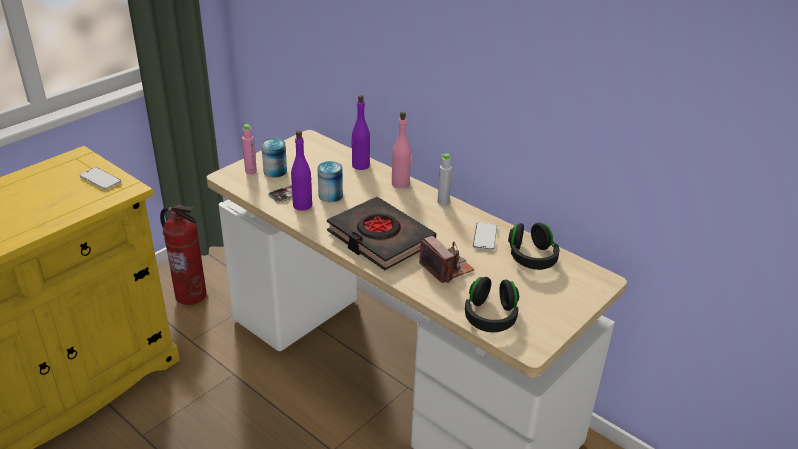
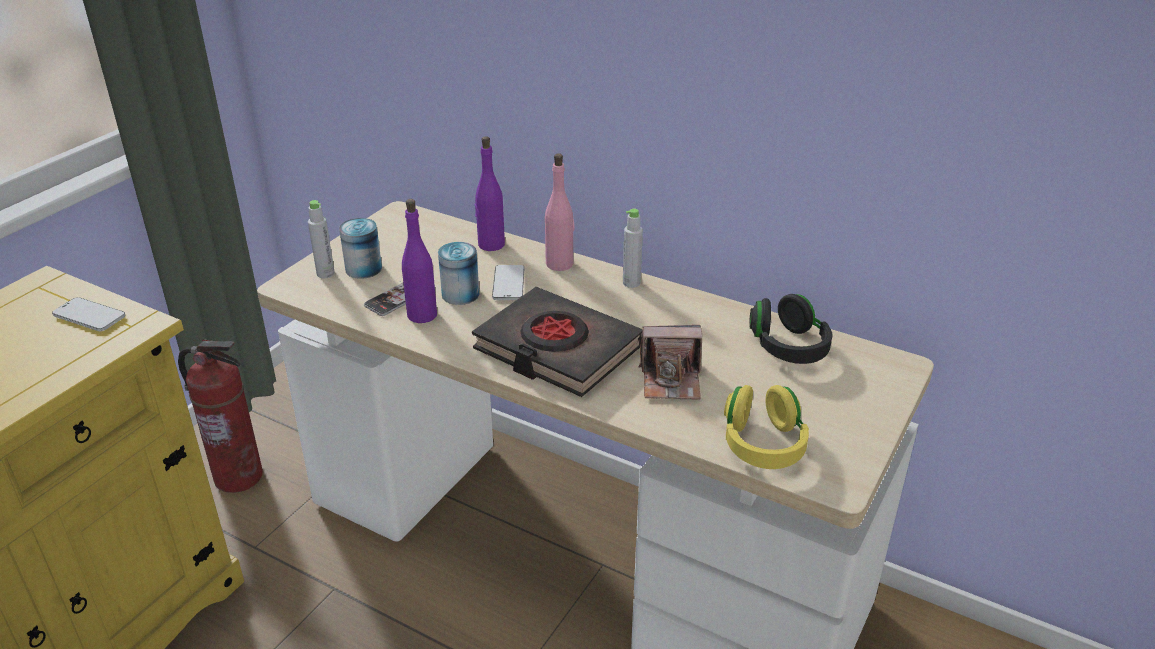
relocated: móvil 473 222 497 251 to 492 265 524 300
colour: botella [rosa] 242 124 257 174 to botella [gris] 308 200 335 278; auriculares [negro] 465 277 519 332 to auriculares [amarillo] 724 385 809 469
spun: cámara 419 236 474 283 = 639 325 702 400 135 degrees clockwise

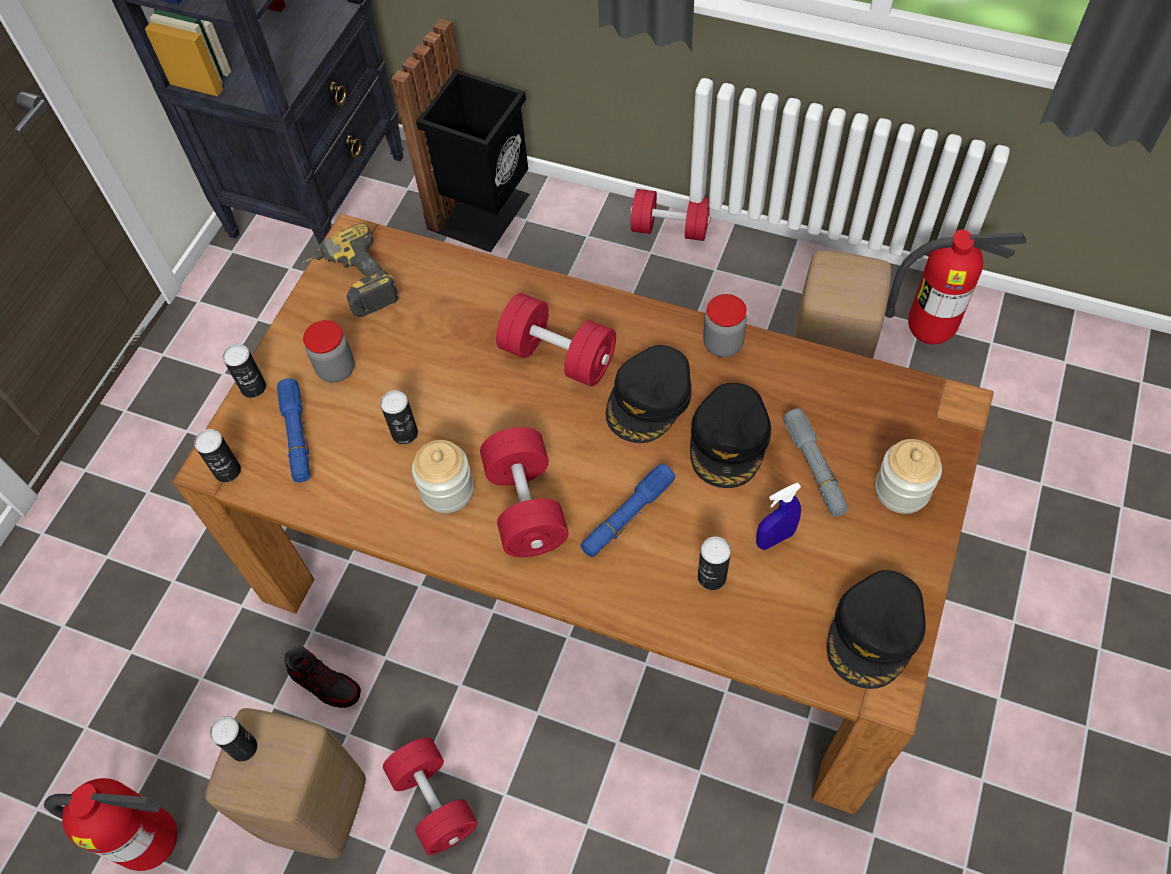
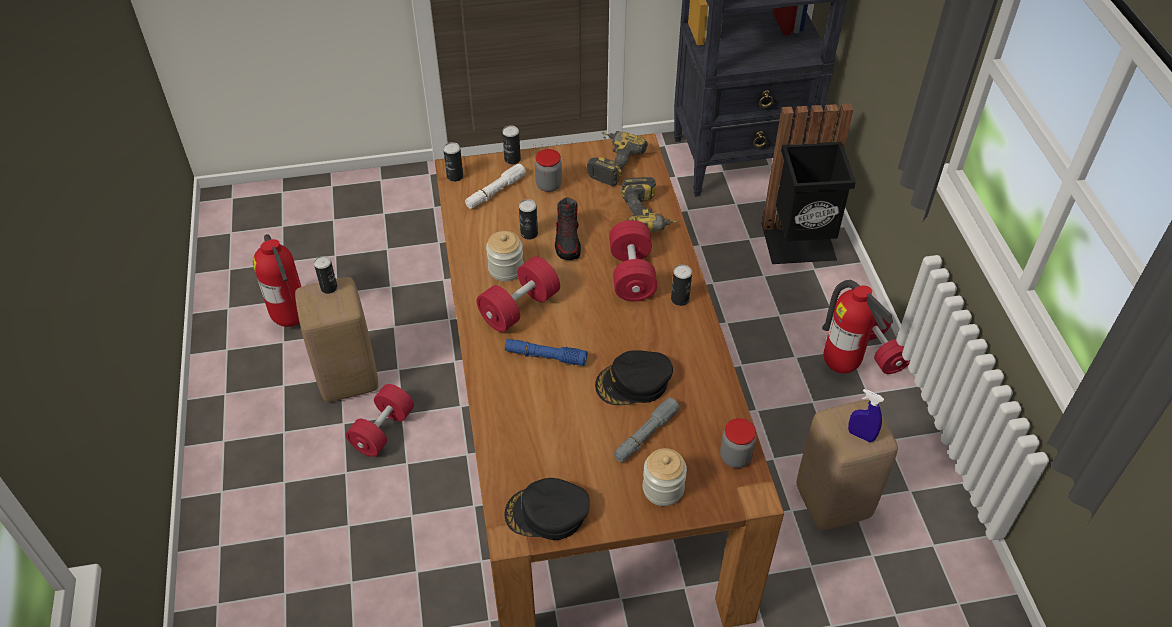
missing: gorra [negro] 606 345 692 443
appeared: taladro 621 177 680 232
relocated: zapato 285 646 361 708 to 555 197 581 260; lata 698 537 731 590 to 671 265 692 306; tarro 703 294 747 357 to 720 418 756 468; pulverizador [azul] 756 483 801 550 to 848 389 884 442; extintor 885 230 1026 344 to 822 280 893 373
colour: linterna [azul] 277 378 310 482 to linterna [blanco] 465 164 526 209

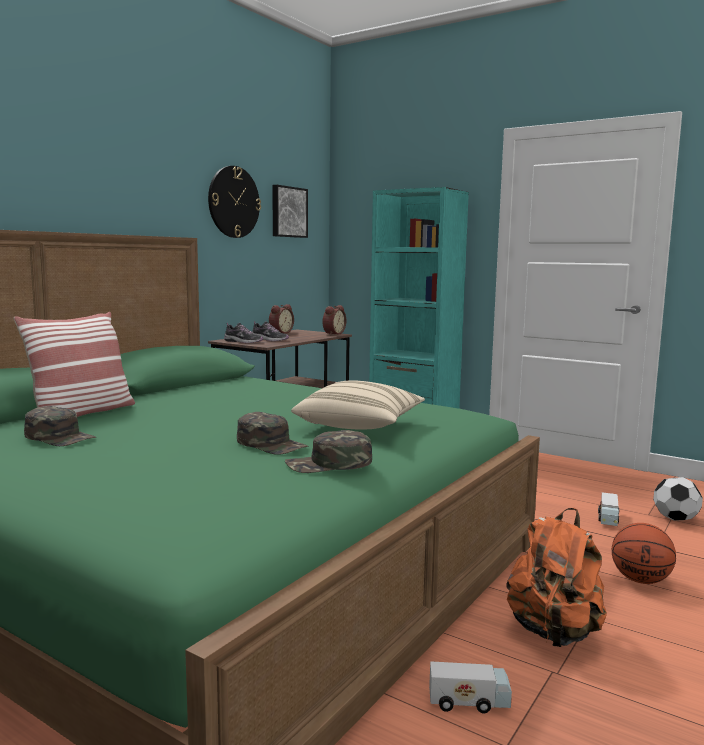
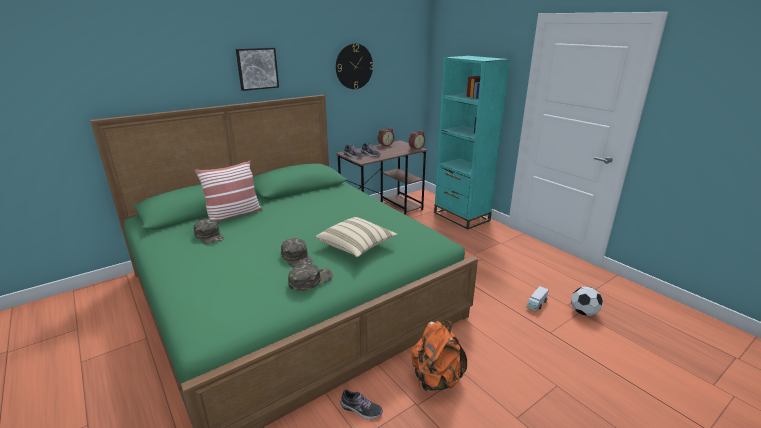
missing: balón de baloncesto 612 523 676 584
relocated: cuadro 272 185 308 238 to 236 48 279 91
exchanged: camión de juguete 429 661 512 713 to zapato 340 388 383 419
spun: gorra [verde] 285 430 372 473 = 288 264 333 291 135 degrees clockwise

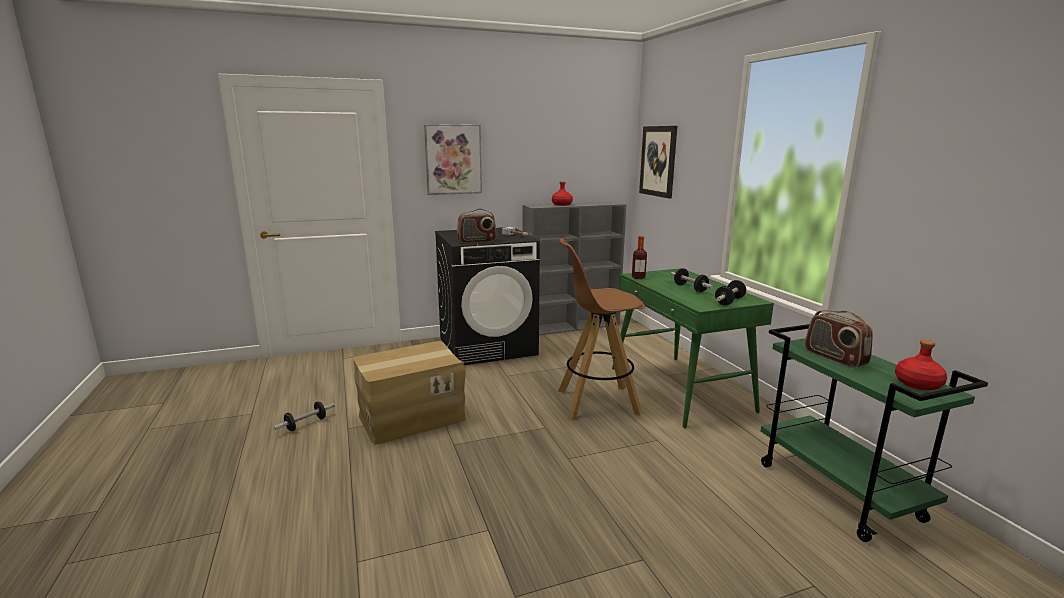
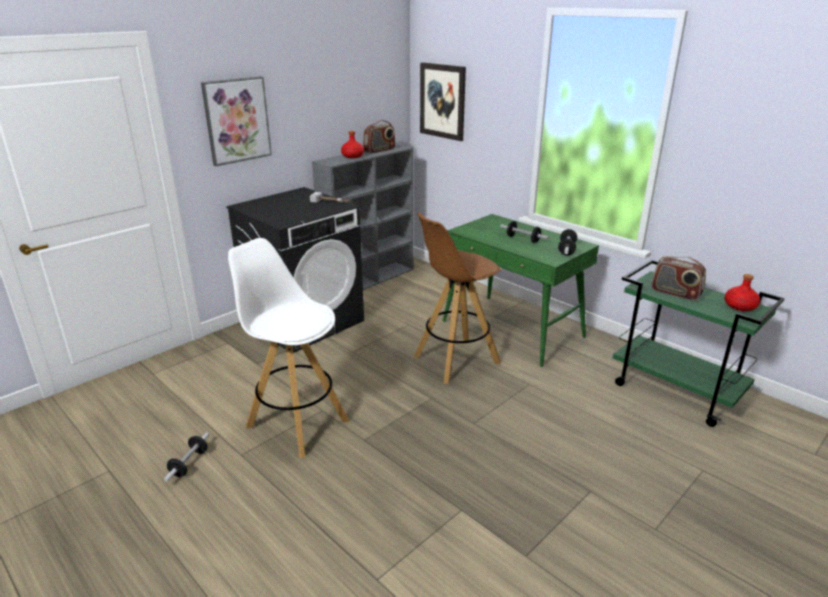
missing: botella 632 236 647 279
relocated: radio 457 209 496 243 to 363 120 396 153
exchanged: caja de cartón 353 341 466 445 to taburete [blanco] 228 238 349 458

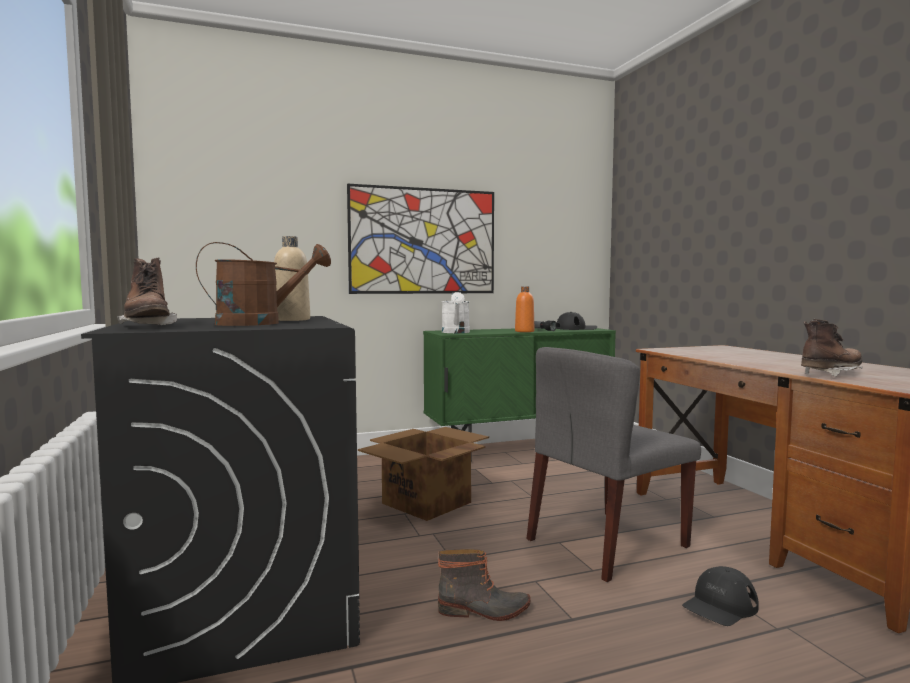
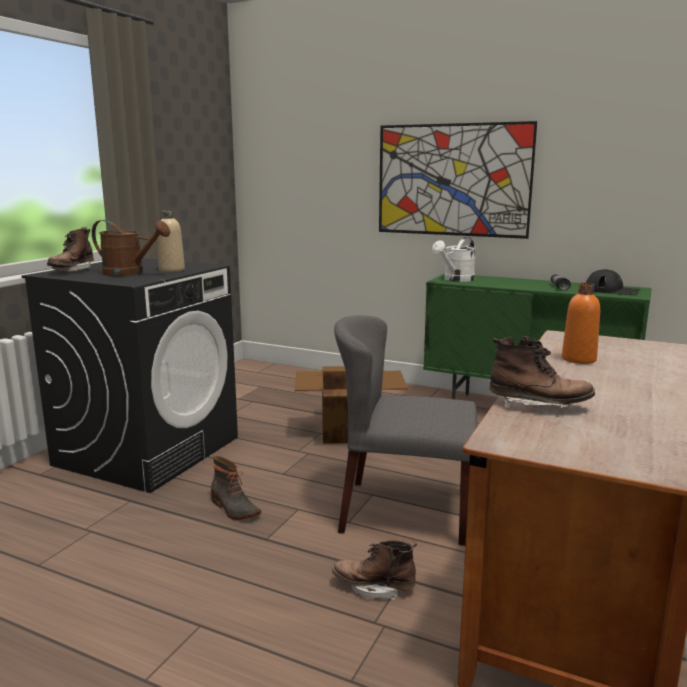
relocated: botella [naranja] 515 286 534 332 to 562 283 600 364
exchanged: gorra [negro] 682 566 759 626 to bota [marrón] 332 540 417 600

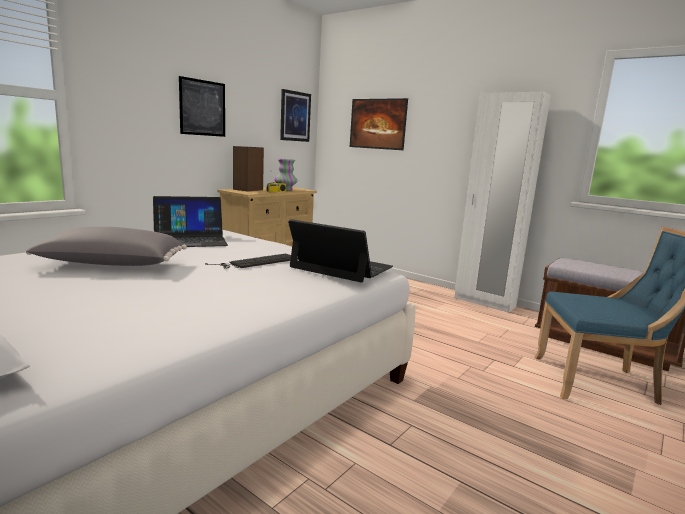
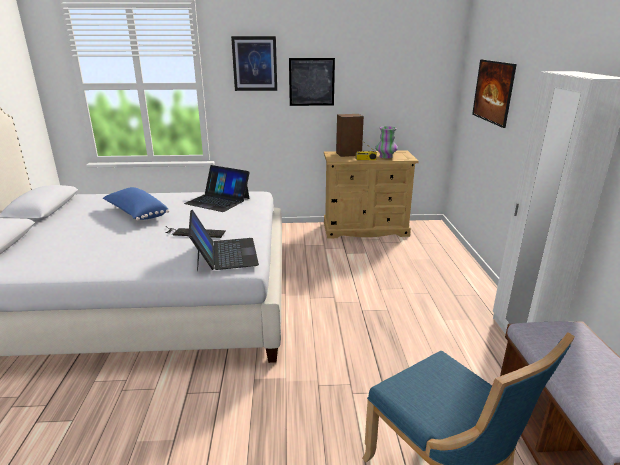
relocated: cuadro 280 89 311 142 to 231 36 277 91
colour: cojín [gris] 26 227 187 266 to cojín [azul] 103 187 169 221

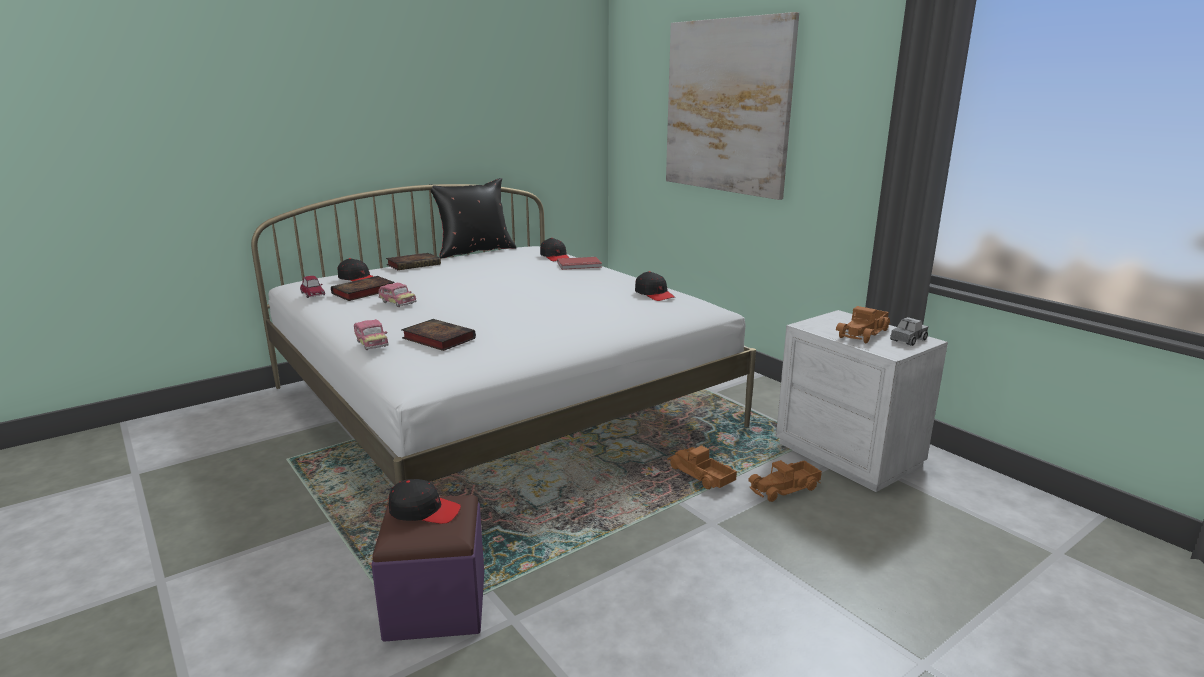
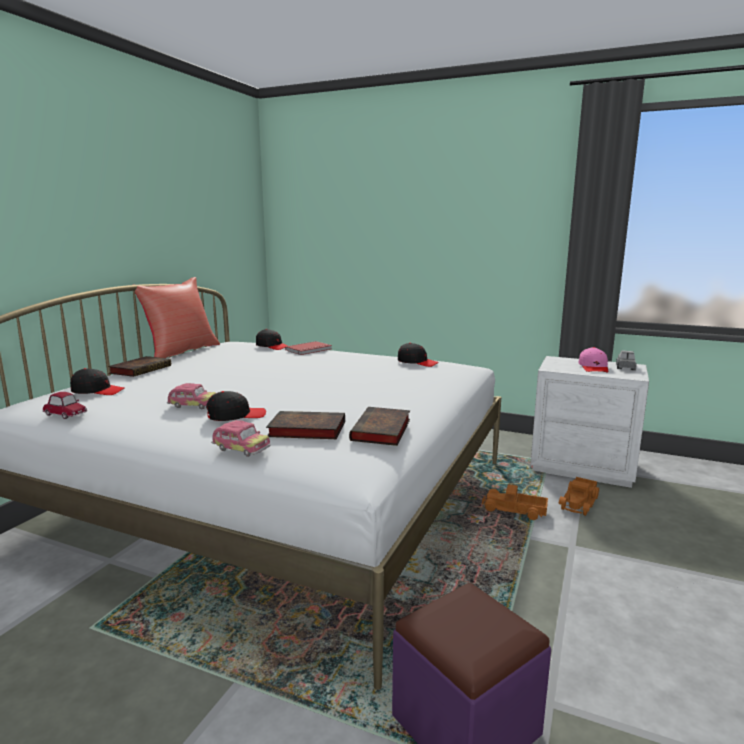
missing: cuadro 666 12 799 200
relocated: libro 331 276 395 301 to 349 407 410 446; gorra [negro] 389 479 461 524 to 206 391 266 421
exchanged: camión de juguete 836 306 890 343 to gorra [rosa] 578 347 608 373
colour: cojín [negro] 429 178 517 259 to cojín [rojo] 135 277 220 358

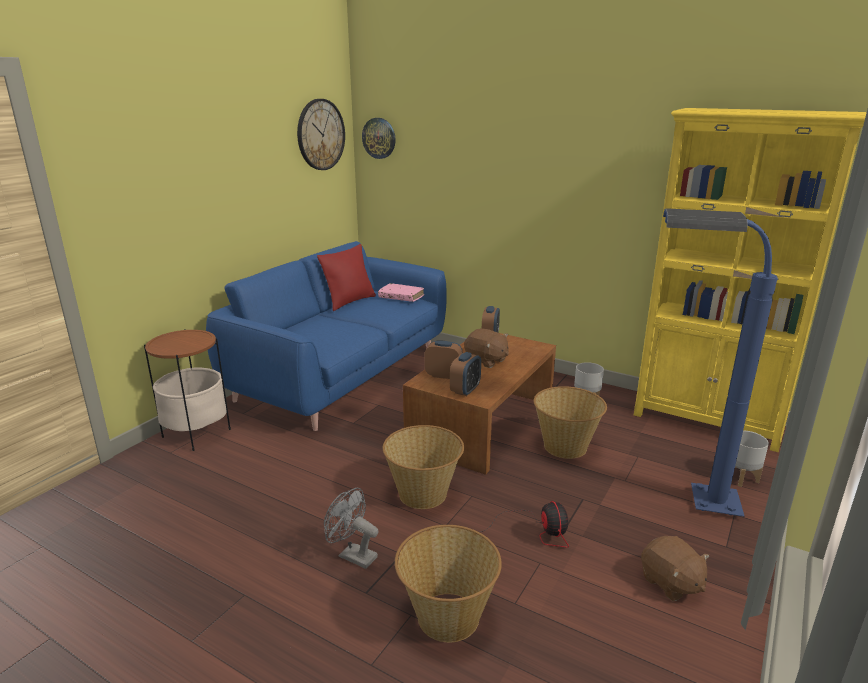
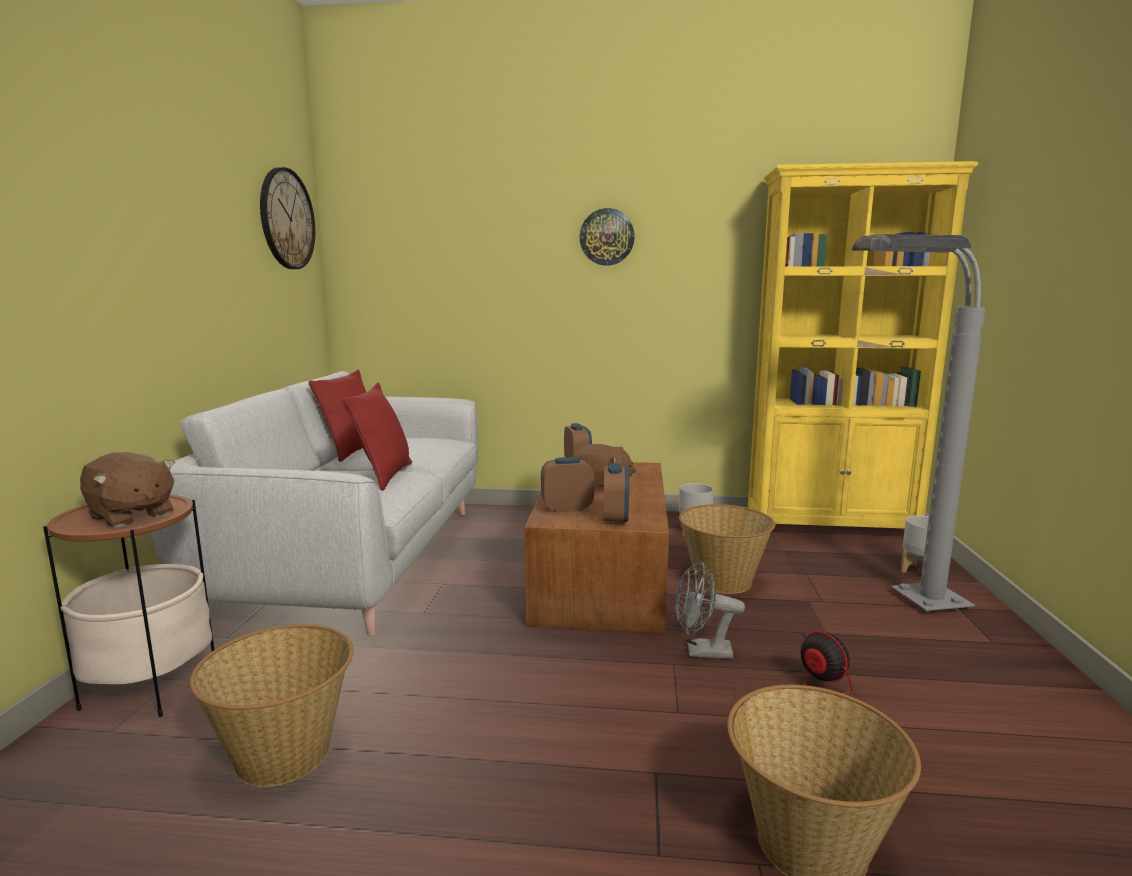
missing: libro [rosa] 378 283 424 302
appeared: cojín [rojo] 343 383 412 491
relocated: ventilador [gris] 324 487 379 569 to 675 560 745 659; reloj de pared 362 118 396 159 to 579 208 635 265; cesta 383 425 464 509 to 190 624 354 787; peluche [marrón] 641 536 709 601 to 80 452 175 527
colour: sofá [azul] 206 241 447 431 to sofá [gris] 151 371 478 636; lámpara de pie [azul] 663 208 778 517 to lámpara de pie [gris] 852 234 986 612

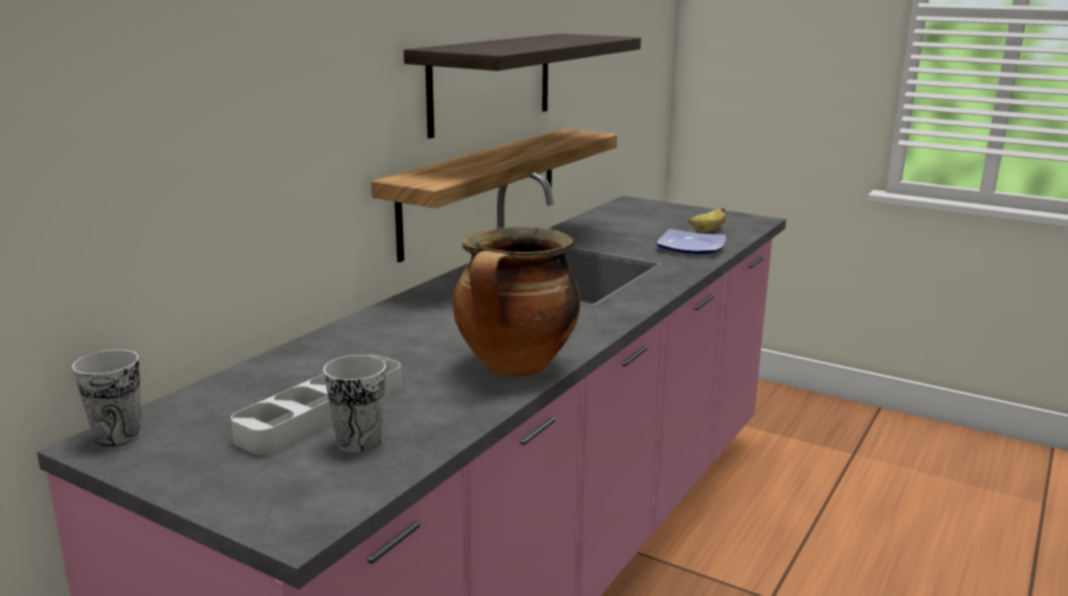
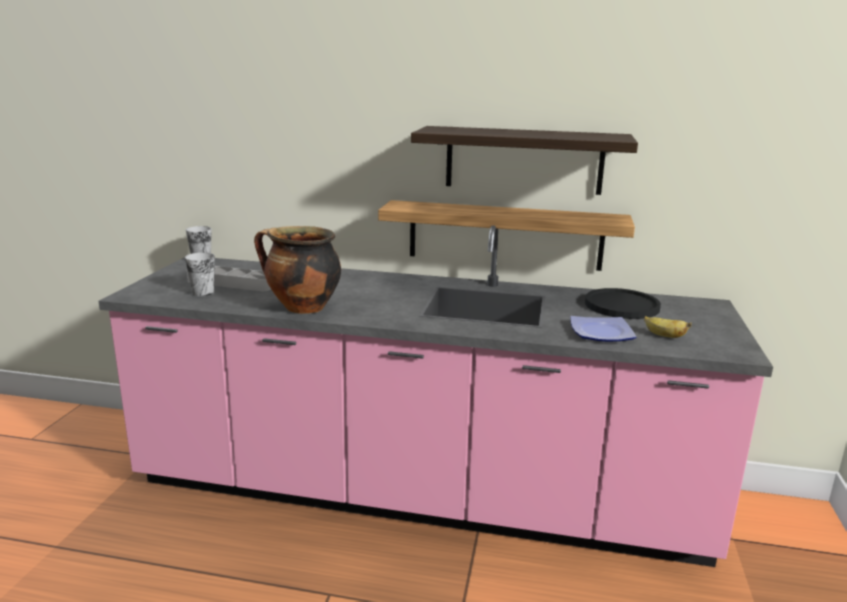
appeared: plato [negro] 585 288 661 319

